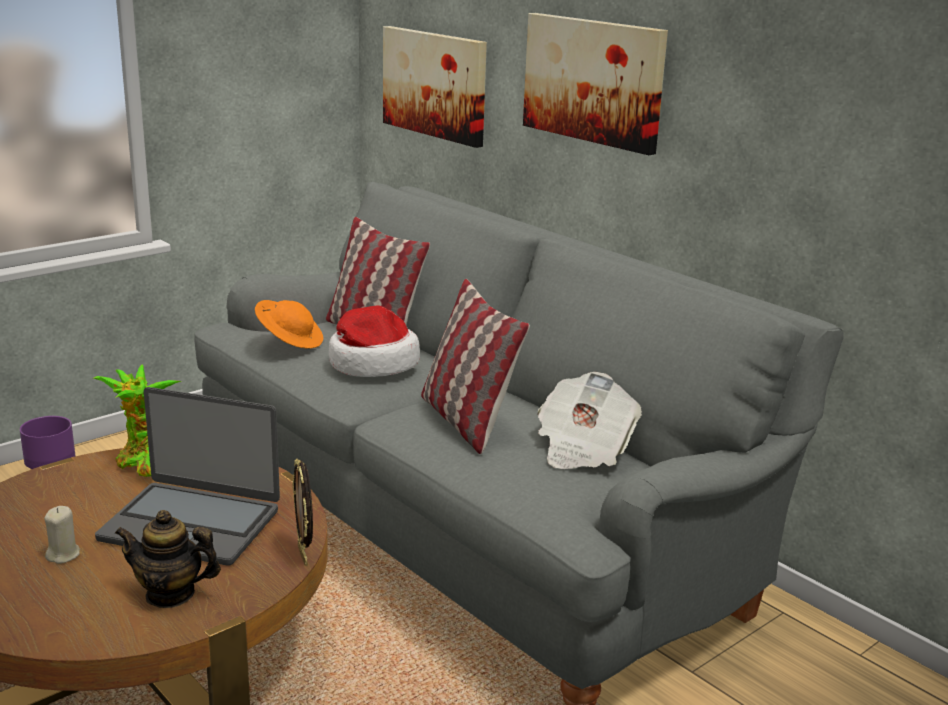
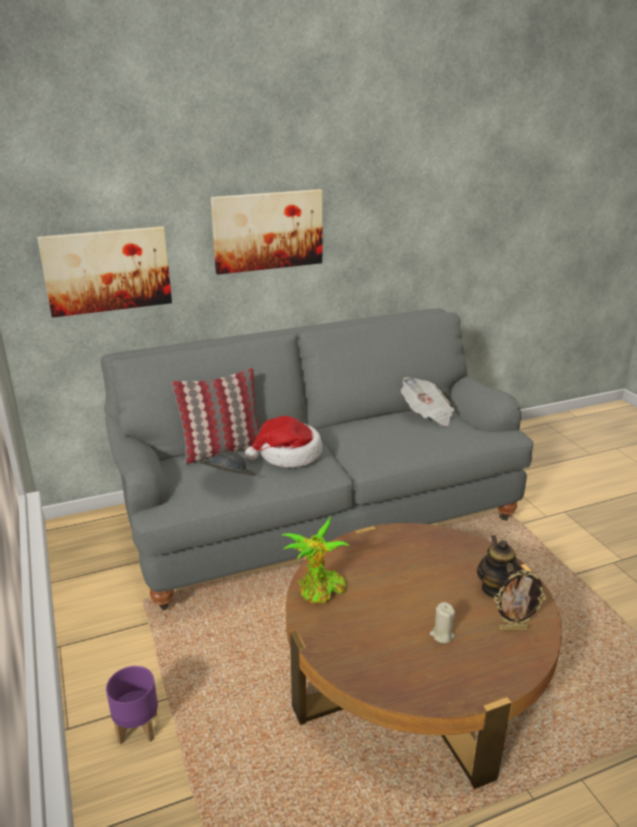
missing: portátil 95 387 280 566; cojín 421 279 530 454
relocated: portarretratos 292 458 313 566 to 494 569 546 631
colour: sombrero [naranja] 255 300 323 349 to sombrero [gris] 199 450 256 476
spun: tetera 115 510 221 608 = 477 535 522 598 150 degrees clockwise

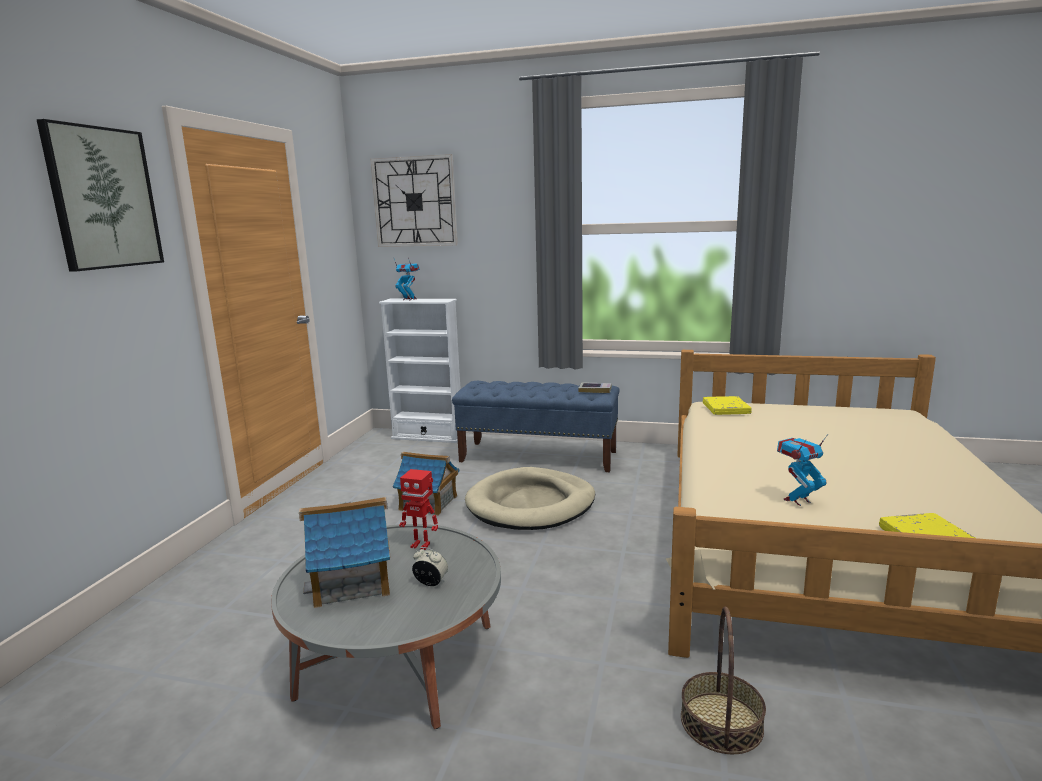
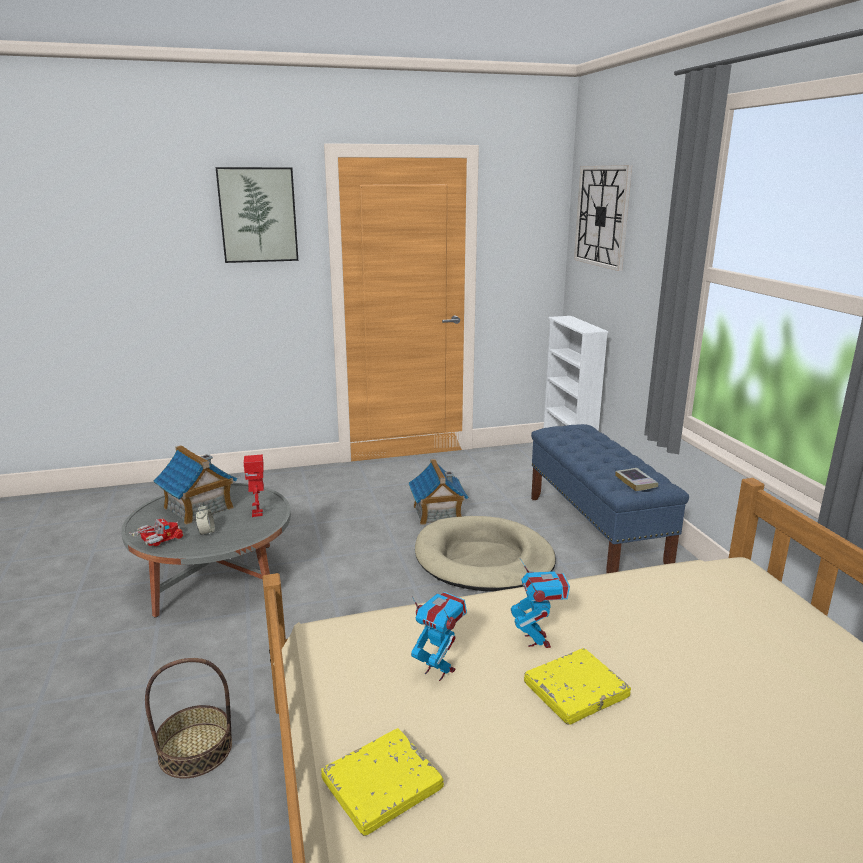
appeared: camión de juguete 130 519 183 546
relocated: robot de juguete 393 257 420 300 to 511 558 570 648; libro [amarillo] 703 396 752 415 to 524 648 631 725

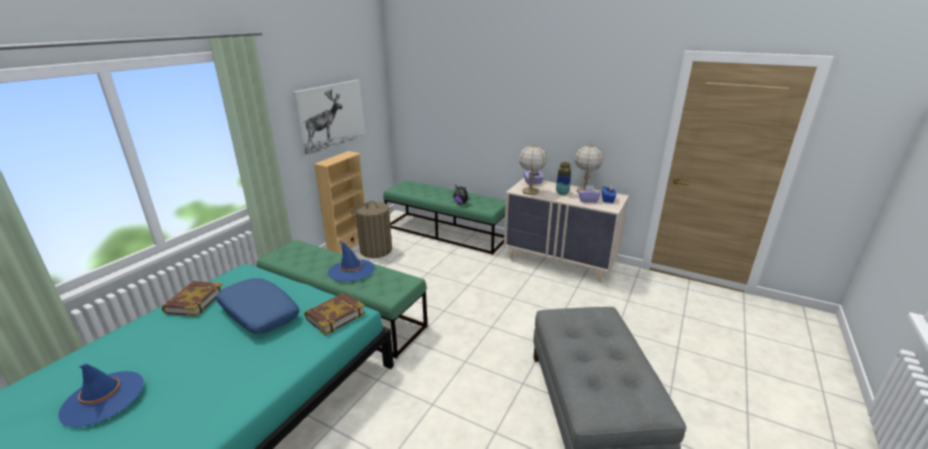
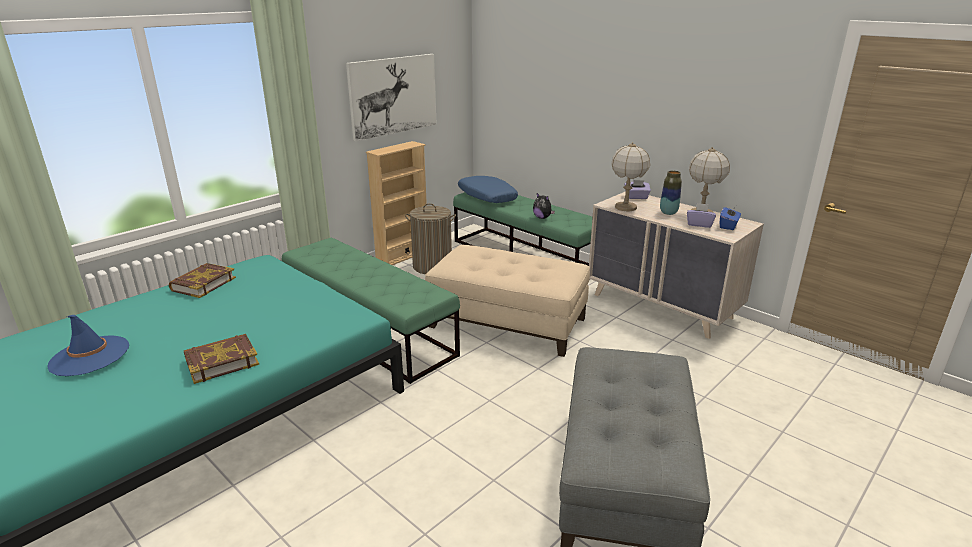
missing: sombrero [azul] 328 241 375 282
appeared: puf [beis] 425 245 590 357
relocated: cojín [azul] 216 278 299 334 to 458 176 518 203; libro 305 292 366 335 to 184 334 259 384

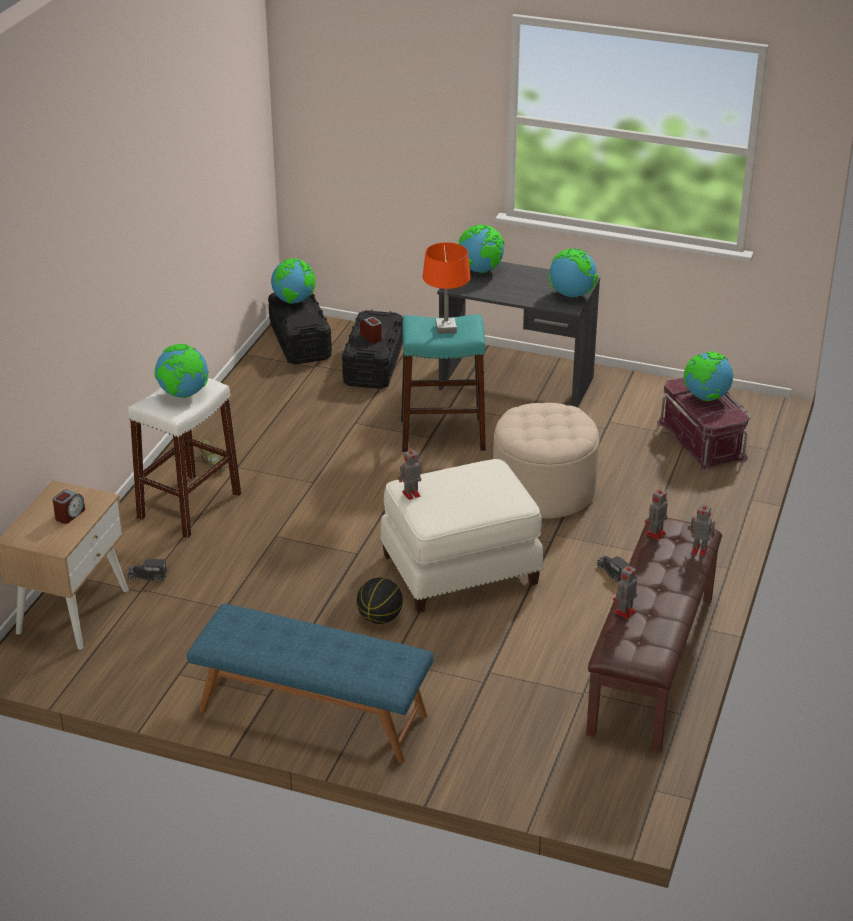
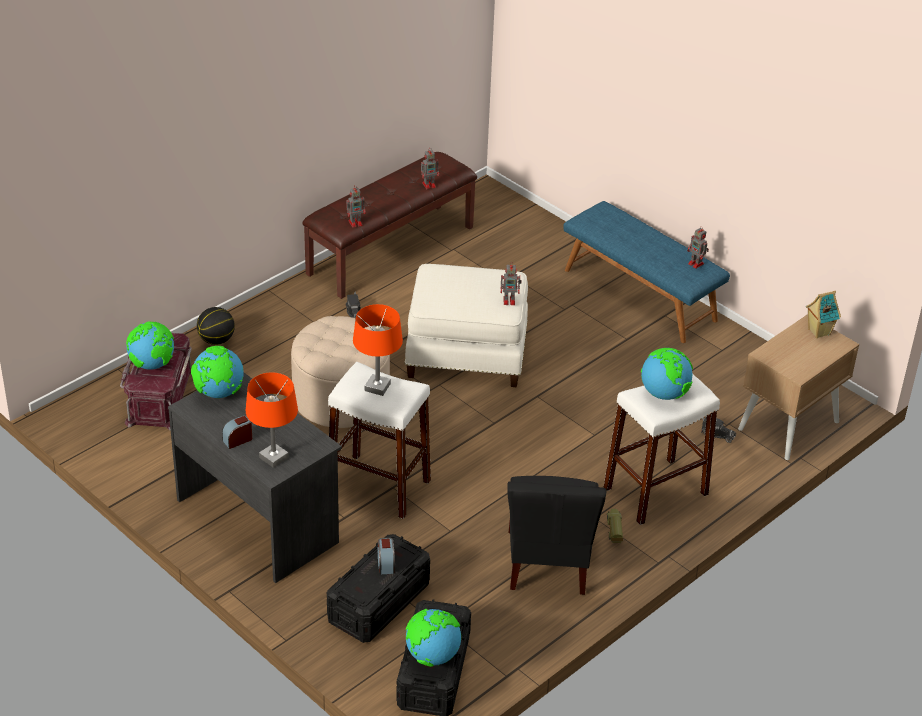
appeared: silla [negro] 507 476 606 595; casita 806 291 841 338
relocated: despertador 53 490 85 524 to 222 415 252 449; balón de baloncesto 357 578 403 624 to 197 307 235 345; robot de juguete 688 502 715 556 to 687 226 709 269
exchanged: globo terráqueo 458 225 505 273 to lámpara de mesa [naranja] 246 372 298 468
colour: taburete [turquesa] 401 314 486 452 to taburete [blanco] 328 362 431 519

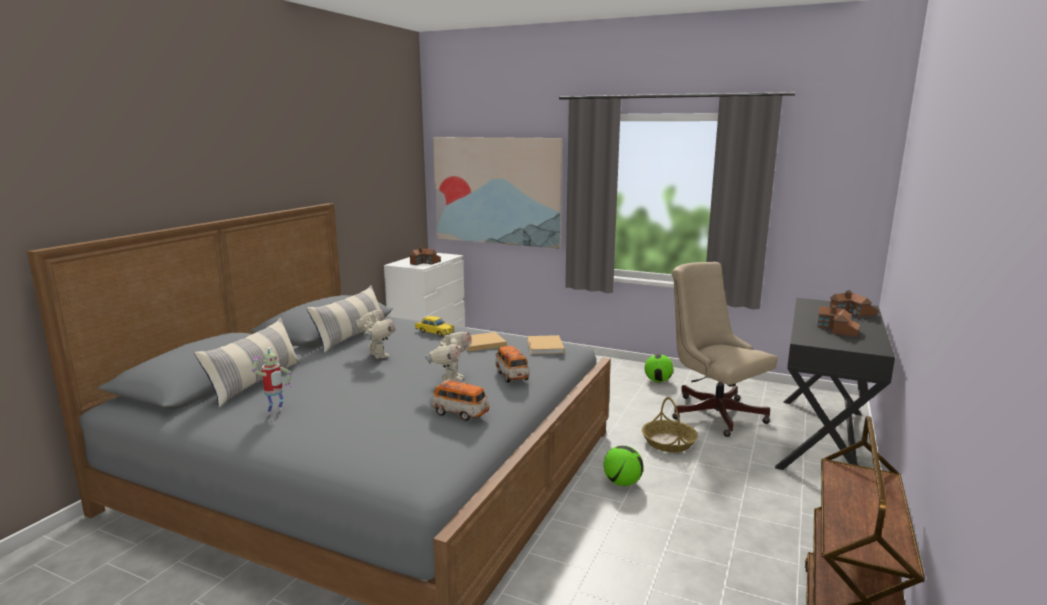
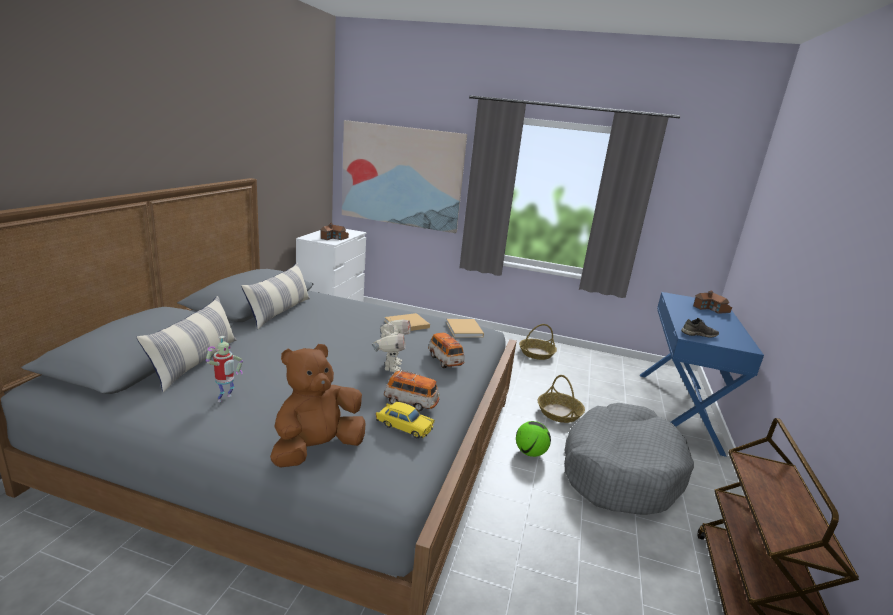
missing: robot de juguete 355 310 395 359; silla de oficina [beis] 672 262 778 437; casita 817 304 860 338
appeared: peluche [marrón] 270 344 365 468; cama para perro [gris] 564 403 694 515; zapato [gris] 681 318 719 338
relocated: coche de juguete [amarillo] 415 316 454 337 to 376 402 435 438
exchanged: balón de fútbol 645 354 673 382 to cesta 519 324 557 360
colour: escritorio [negro] 775 298 895 470 to escritorio [azul] 640 292 764 457

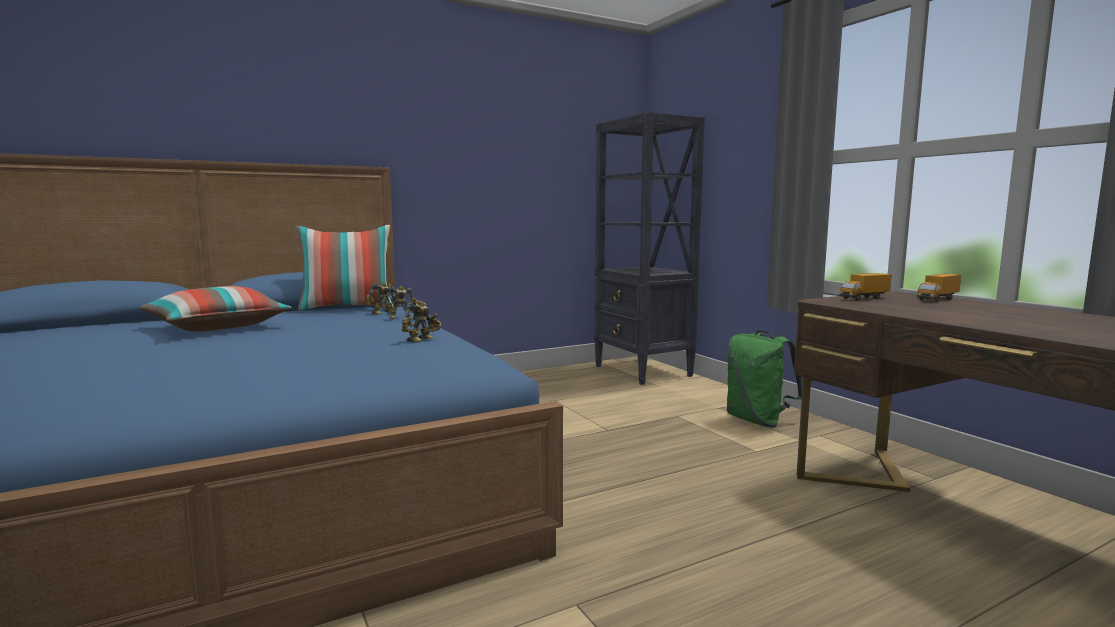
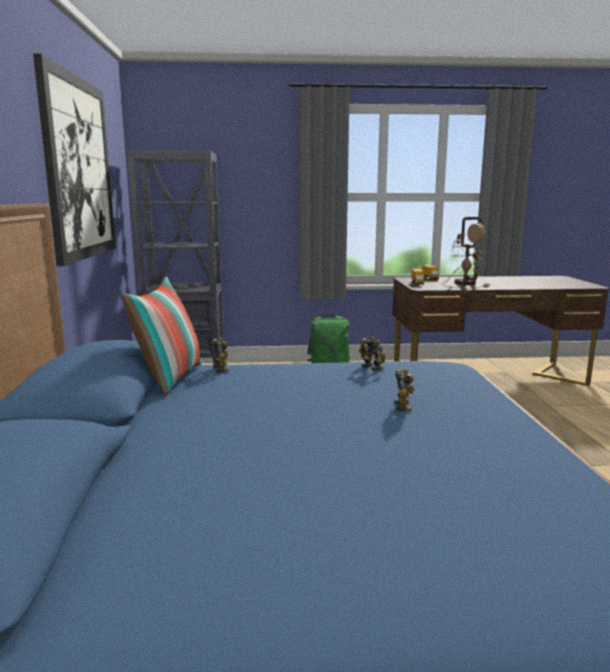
missing: cojín 139 286 292 332
appeared: cuadro 33 53 116 266; lámpara de mesa 442 217 490 289
relocated: robot de juguete 382 286 419 319 to 394 368 415 411

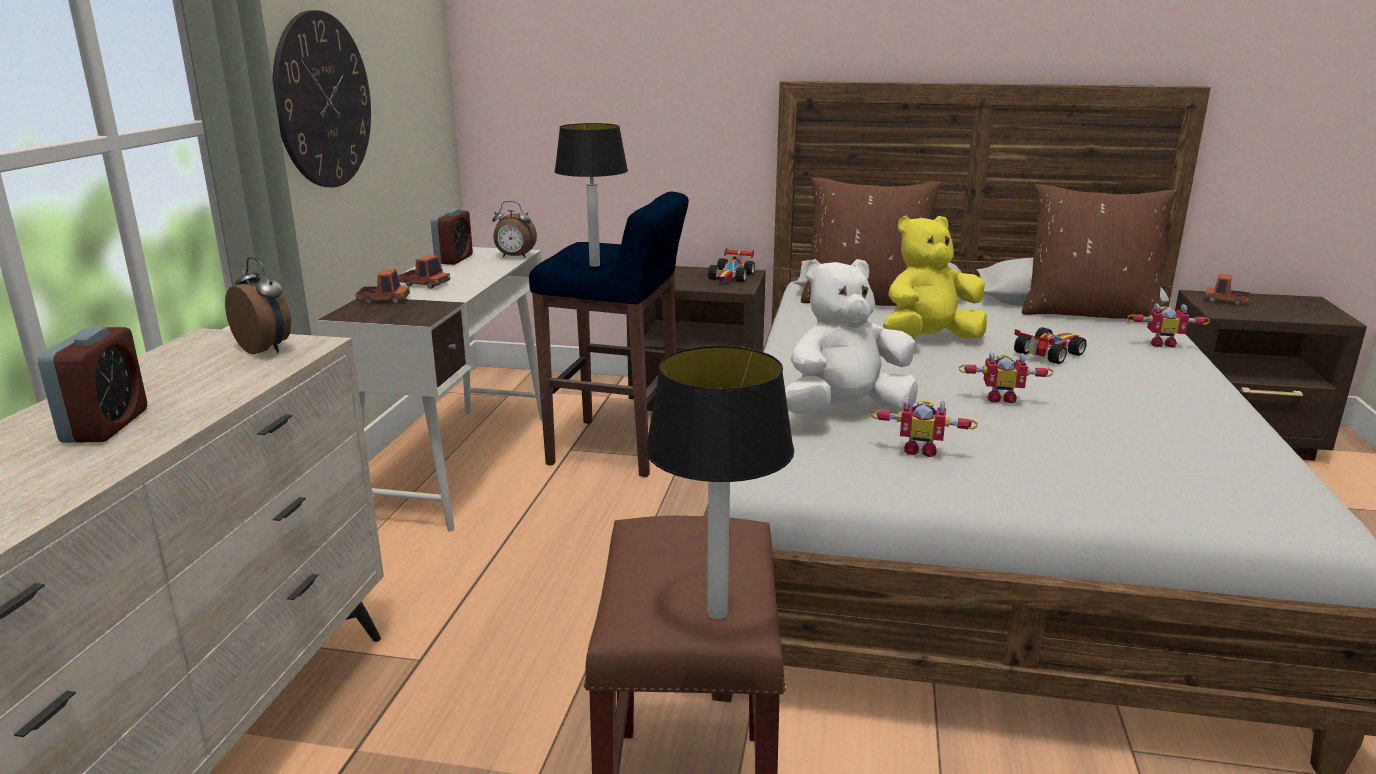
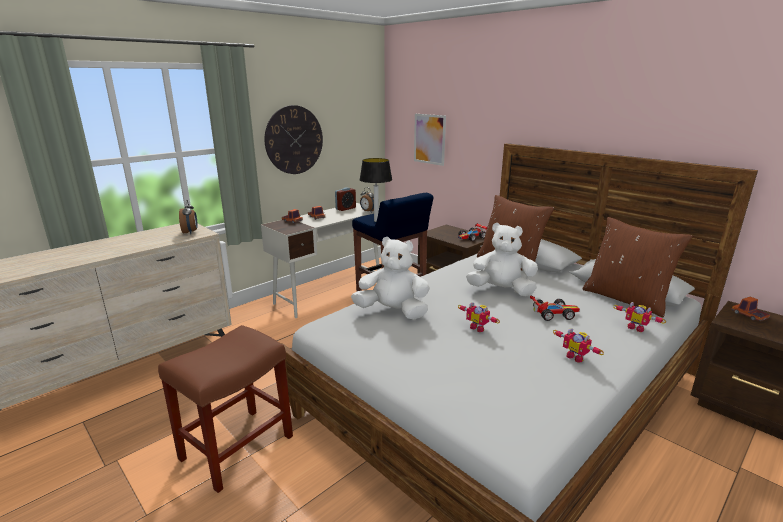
missing: despertador 38 327 147 443; lámpara de mesa 645 346 794 619
appeared: cuadro 414 114 446 166
relocated: robot de juguete 870 397 978 457 to 553 328 604 363
colour: peluche [amarillo] 883 216 987 339 to peluche [blanco] 466 223 538 296

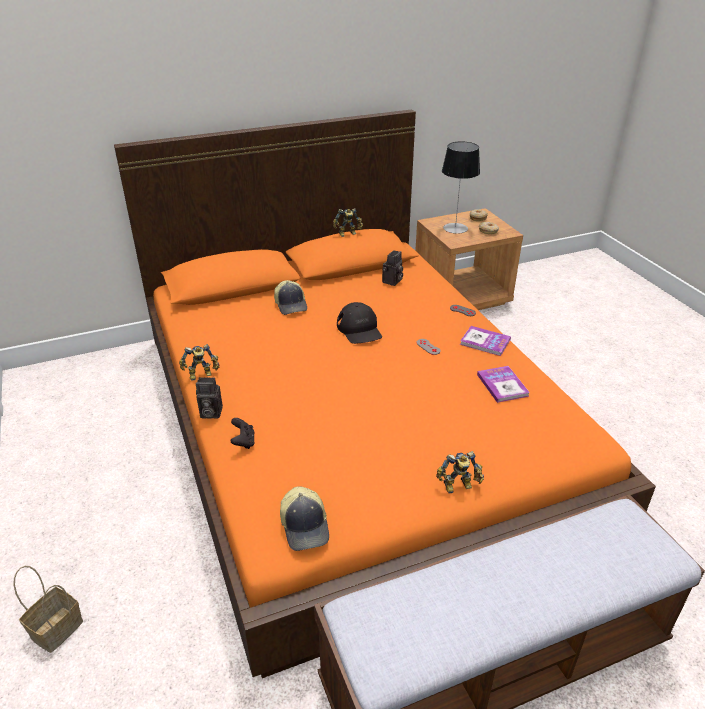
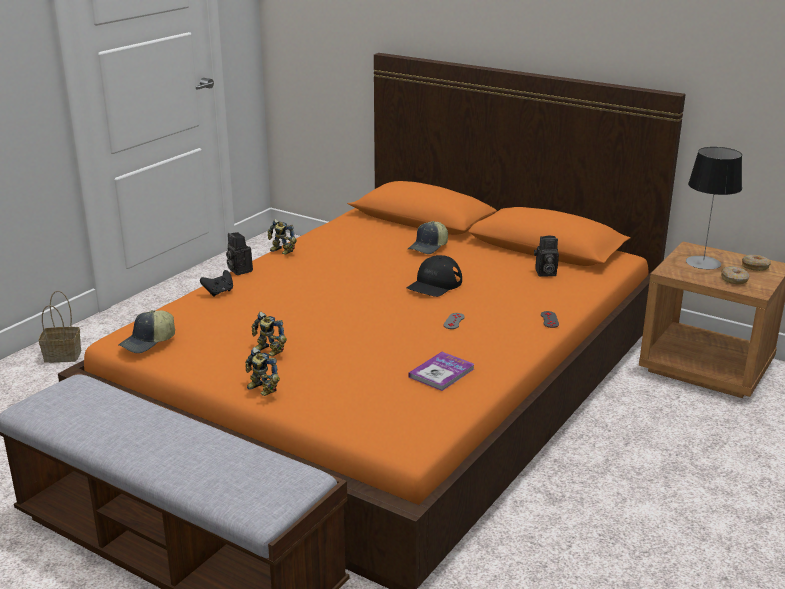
missing: libro 460 326 511 356
relocated: robot de juguete 333 208 363 237 to 252 311 287 356

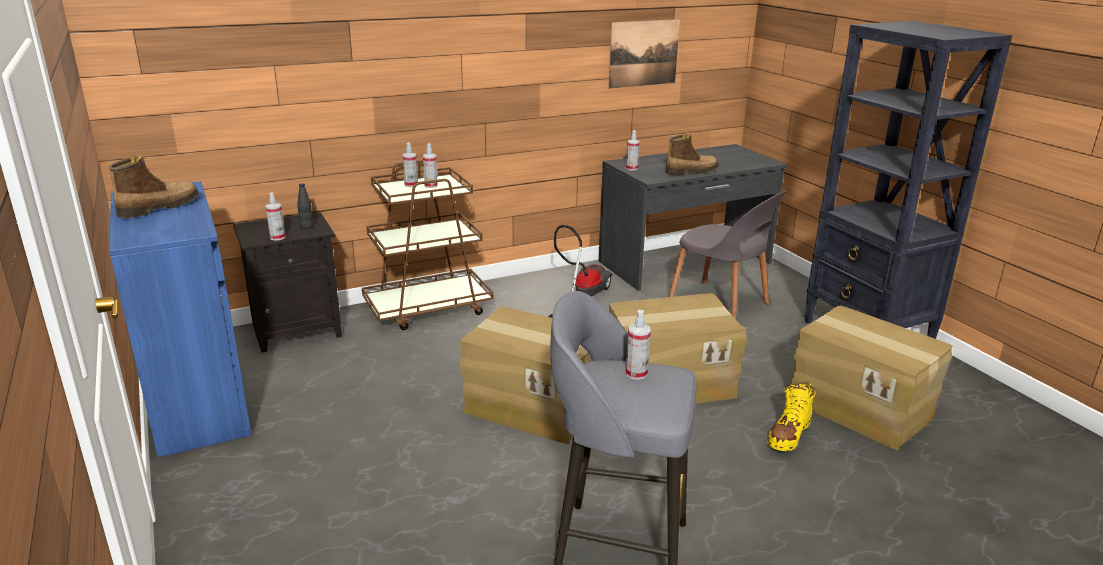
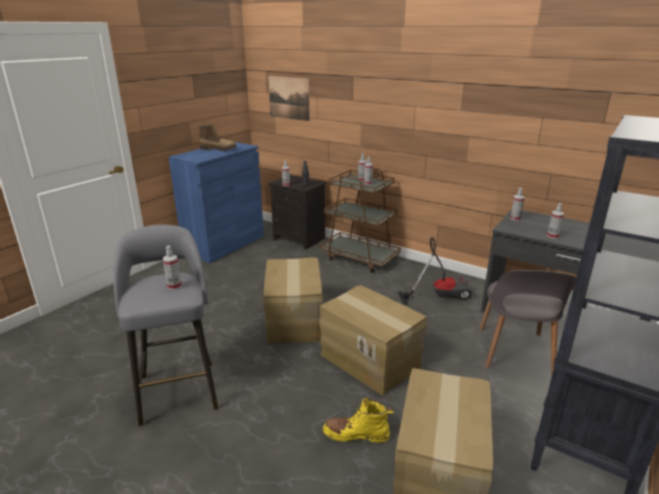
relocated: cuadro 608 19 680 89 to 268 76 310 121
exchanged: bota 665 134 719 175 to pulverizador 547 203 564 239

